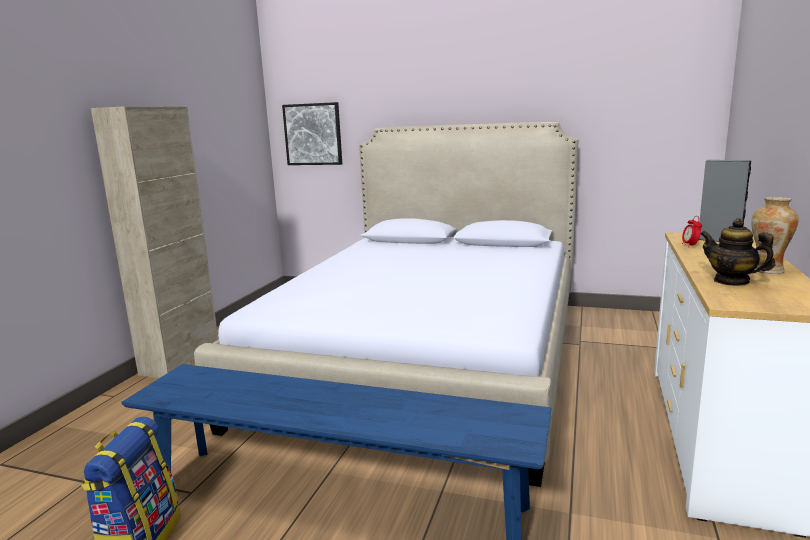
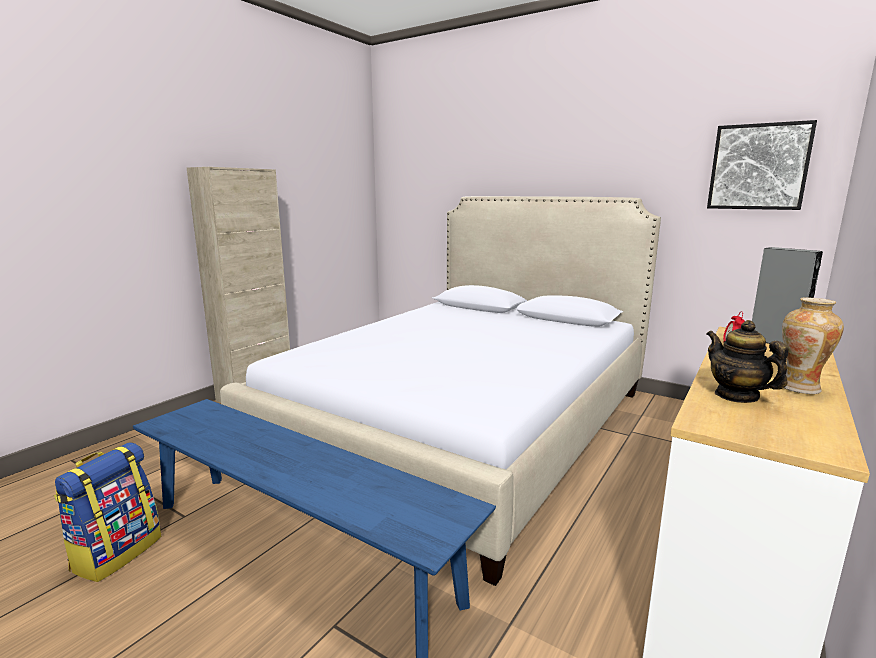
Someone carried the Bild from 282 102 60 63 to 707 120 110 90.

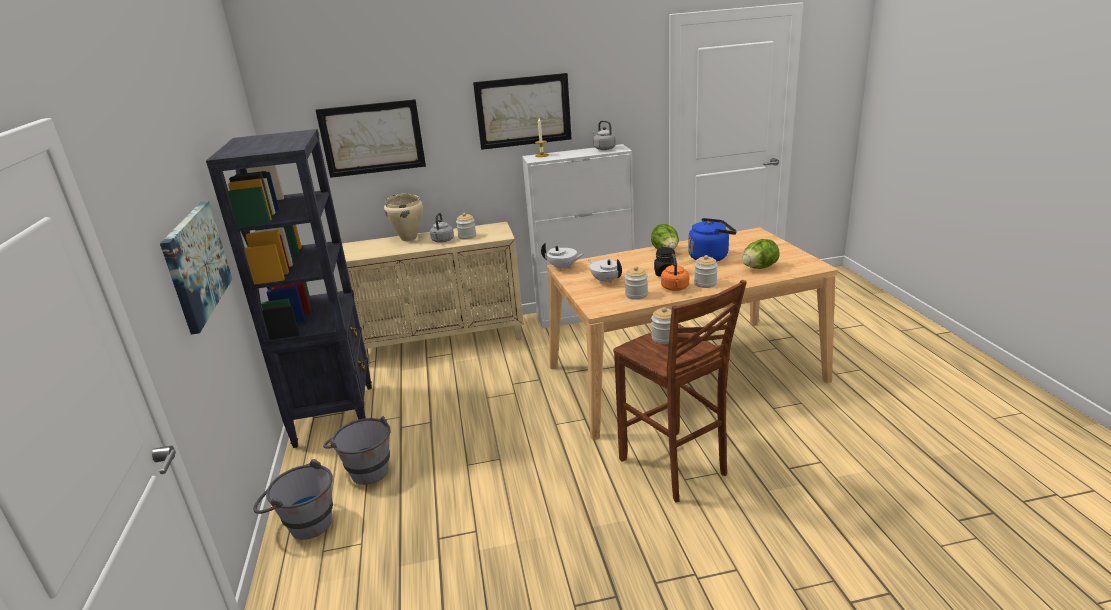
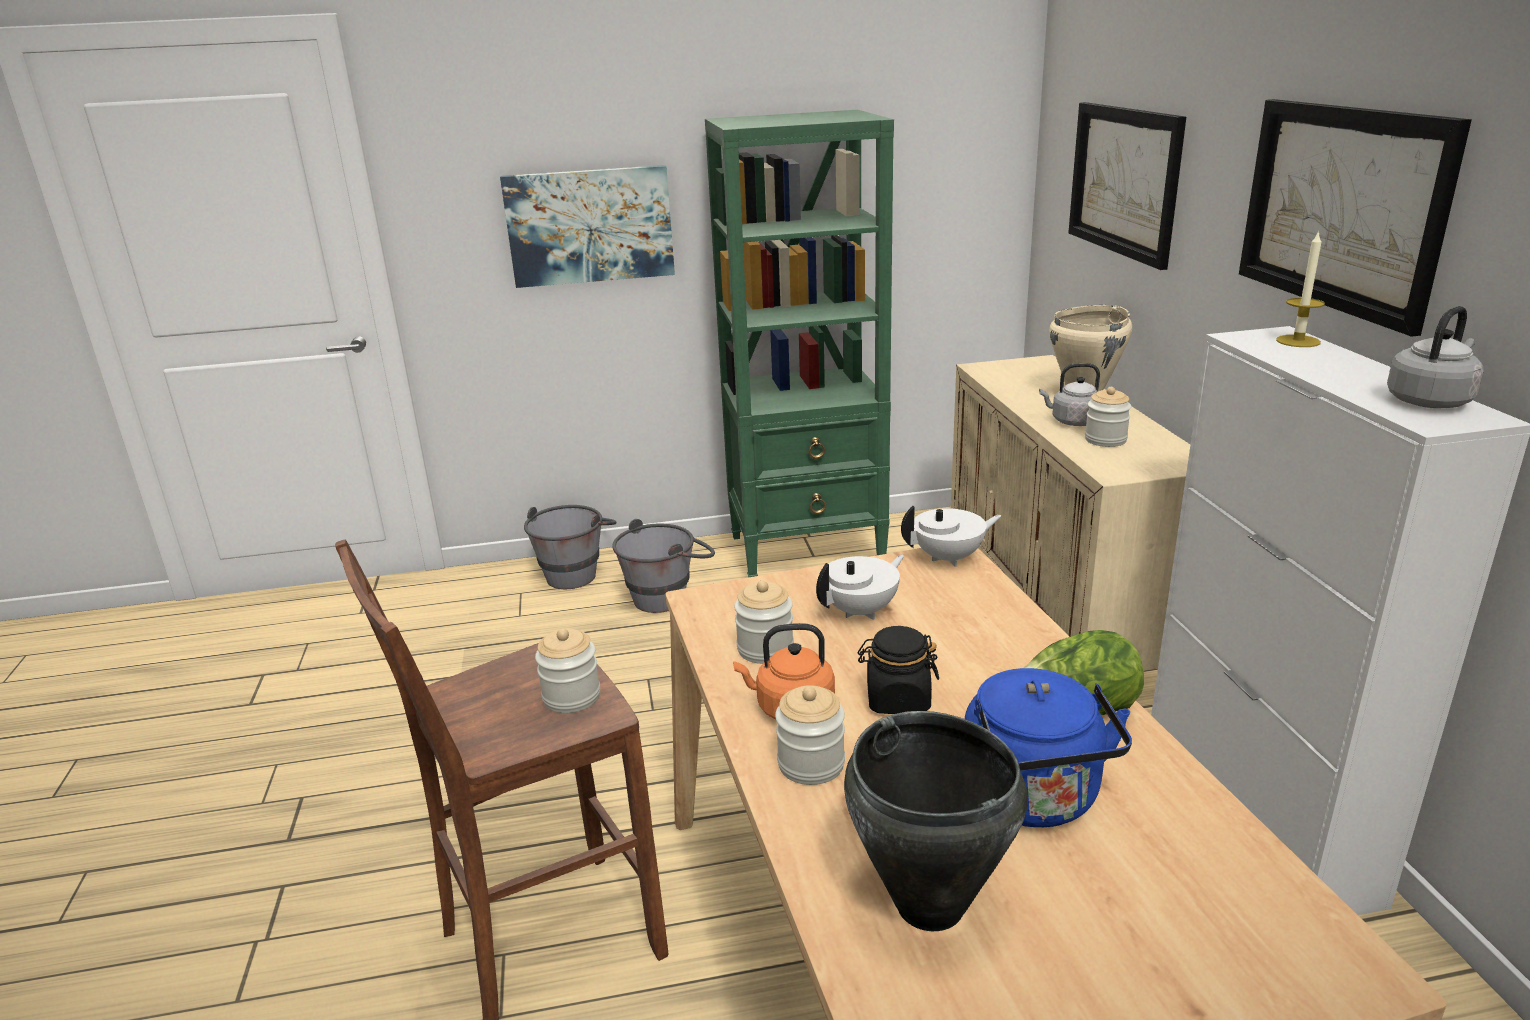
Someone swapped the Salatkopf at 742 239 38 30 for the Kochtopf/schwarz at 844 711 184 220.
Someone repainted the Bücherregal/schwarz at 206 129 166 319, which became the Bücherregal/grün at 705 110 189 467.
Someone rotated the Teekanne/weiß at 541 242 44 28 by 120 degrees counterclockwise.

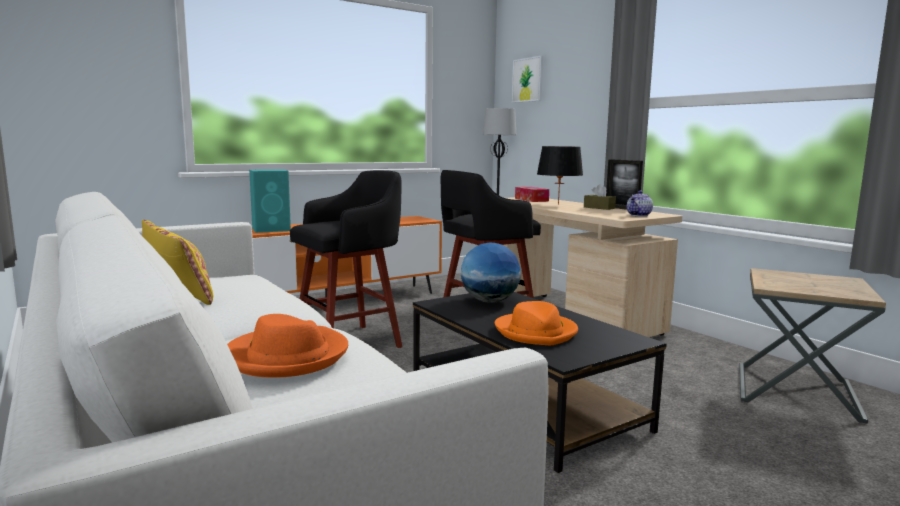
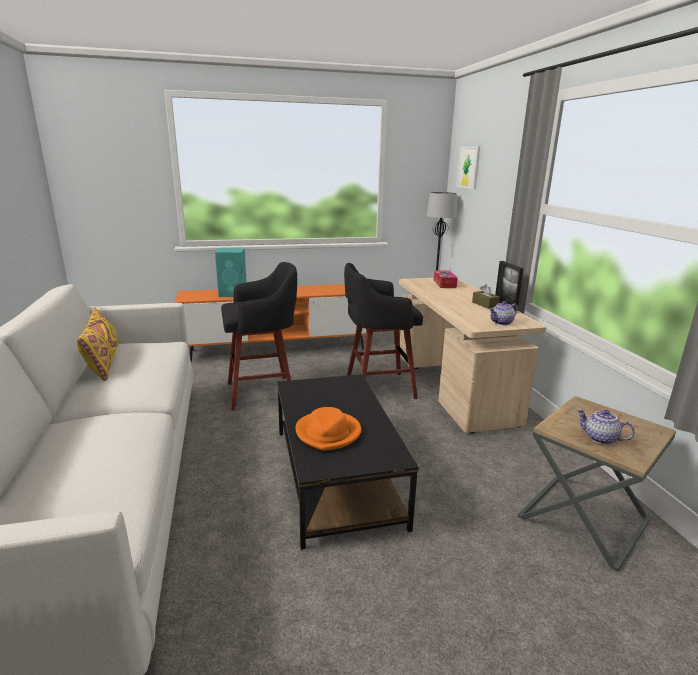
Someone took away the Hut/orange at 227 314 121 64.
Someone took away the Globus at 461 243 60 60.
Someone took away the Tischlampe/schwarz at 537 146 46 59.
Someone put down the Teekanne at 576 409 59 35.

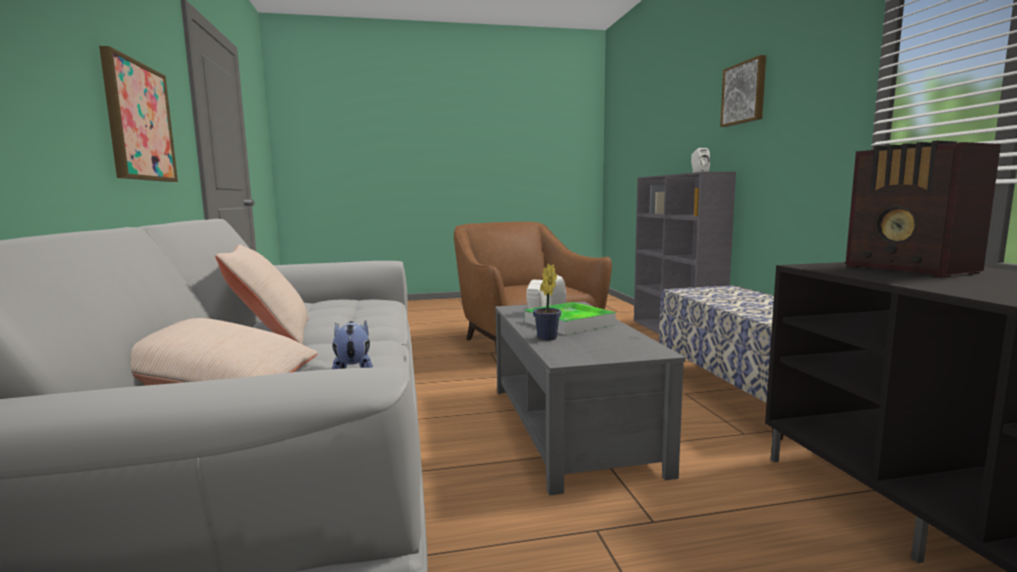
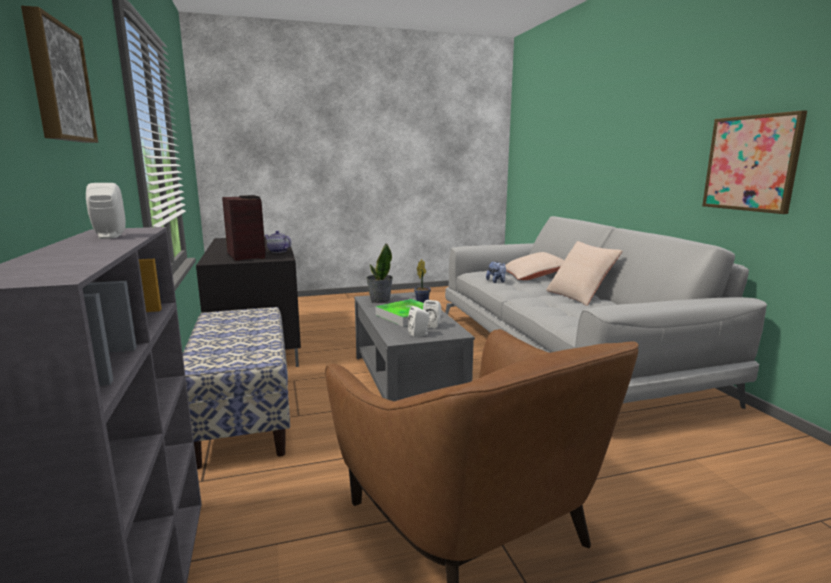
Someone put down the Teekanne at 265 231 26 22.
Someone put down the Topfpflanze at 366 244 27 59.

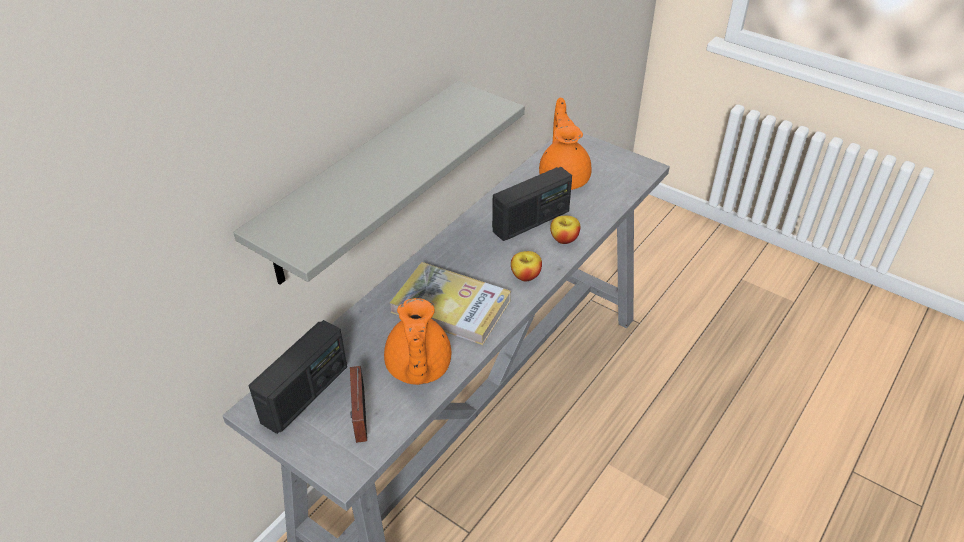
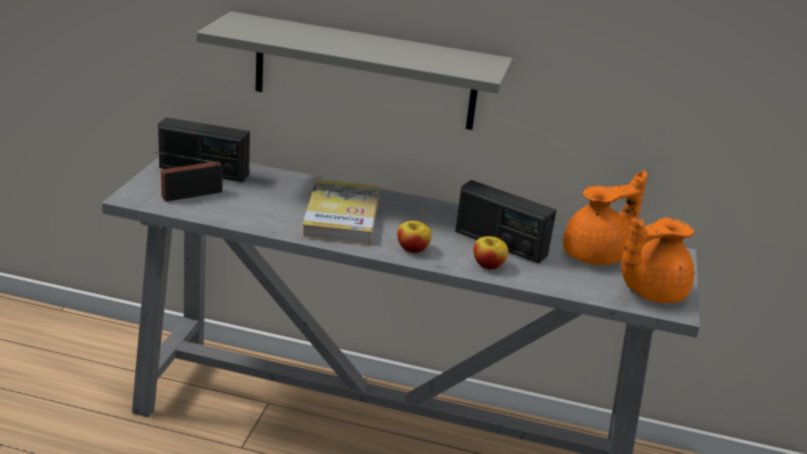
Someone carried the Teekanne/orange from 384 298 67 87 to 621 218 73 85.

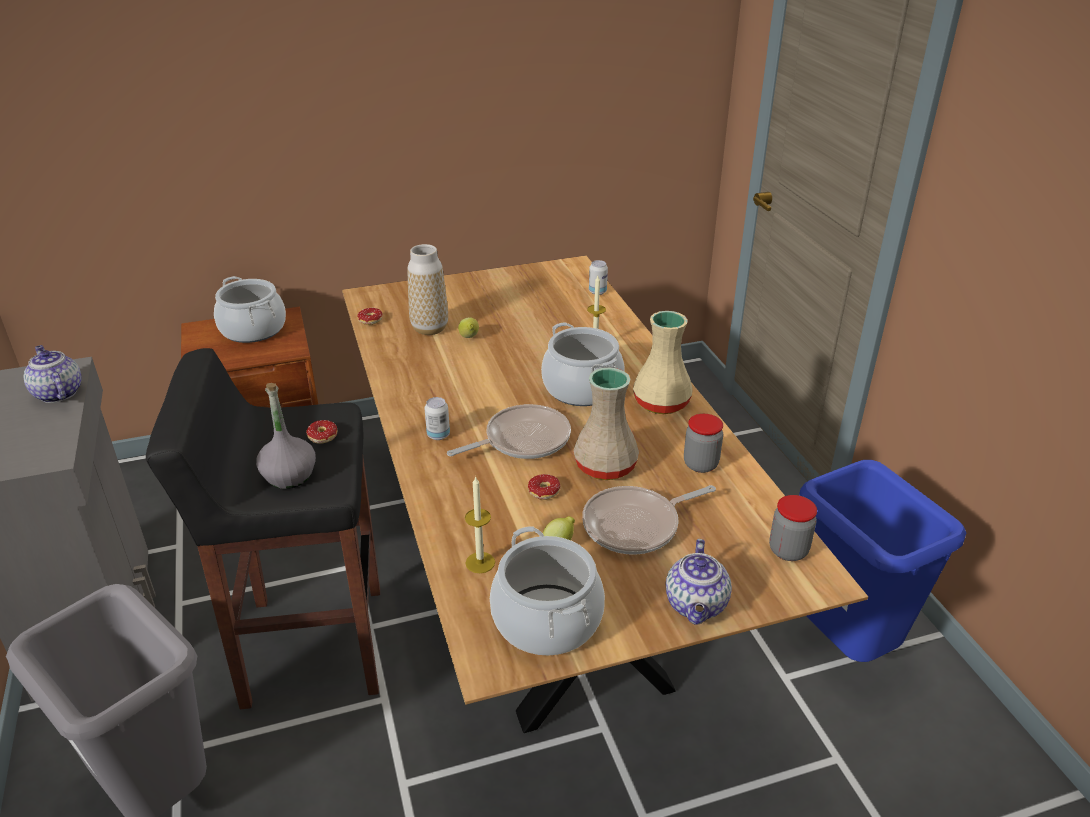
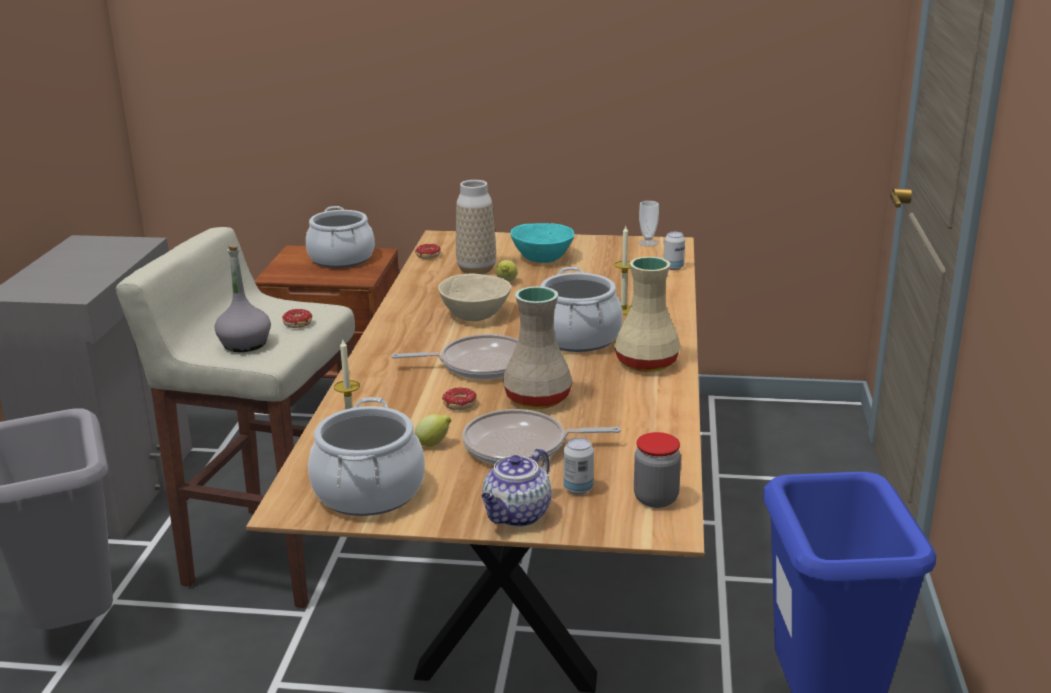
Someone took away the Teekanne at 24 345 57 58.
Someone took away the Vorratsglas at 684 414 39 59.
Someone put down the Schüssel/beige at 438 274 73 47.
Someone put down the Schüssel/türkis at 511 223 63 40.
Someone put down the Tasse at 638 201 21 46.
Someone carried the Dose from 424 397 26 43 to 563 437 31 57.
Someone repainted the Hocker/schwarz at 146 348 234 361, which became the Hocker/beige at 116 227 239 381.

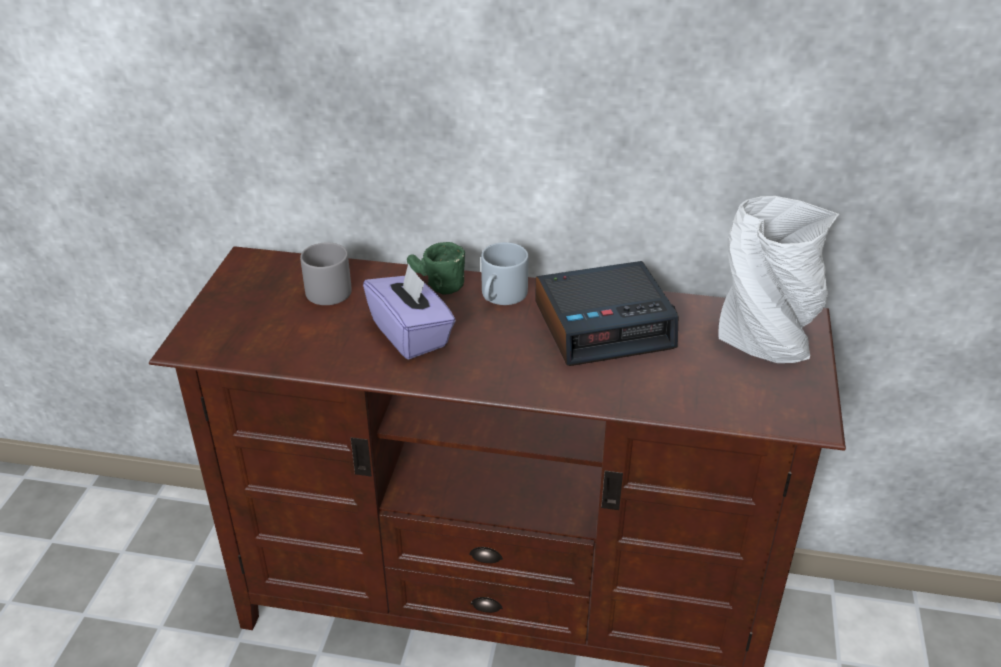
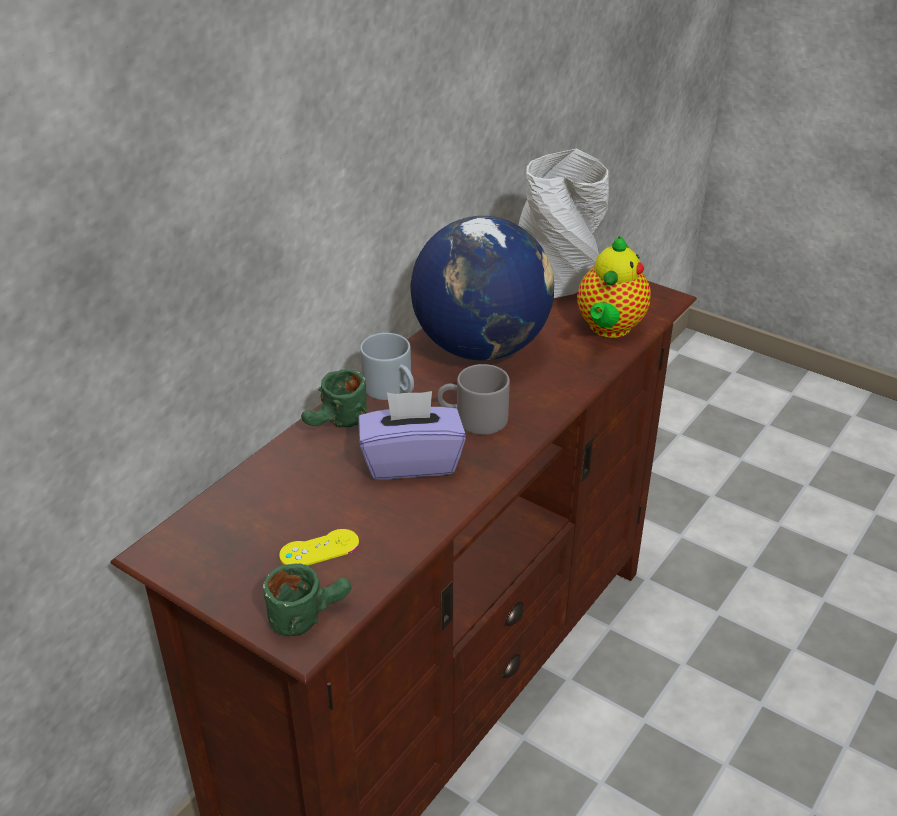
Someone put down the Henkelbecher/grün at 263 563 89 73.
Someone put down the Gamepad/gelb at 279 529 80 36.
Someone put down the Teekanne at 577 236 74 102.
Someone carried the Henkelbecher/grau from 300 242 52 63 to 437 364 73 71.
Someone swapped the Wecker at 535 261 143 105 for the Globus at 410 216 144 145.

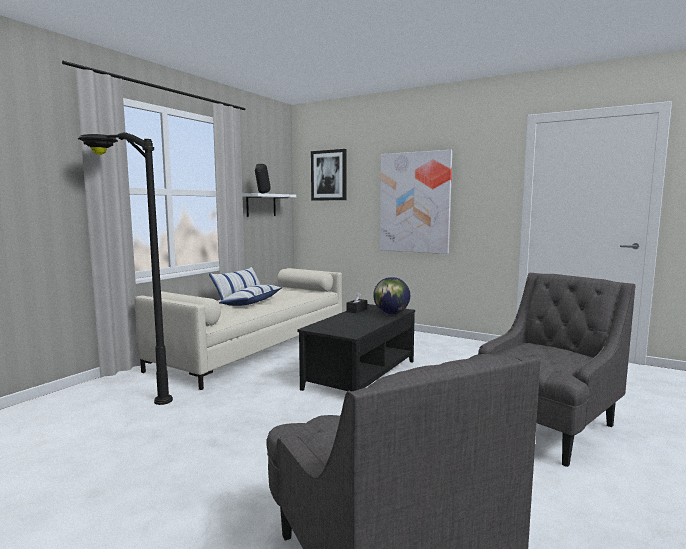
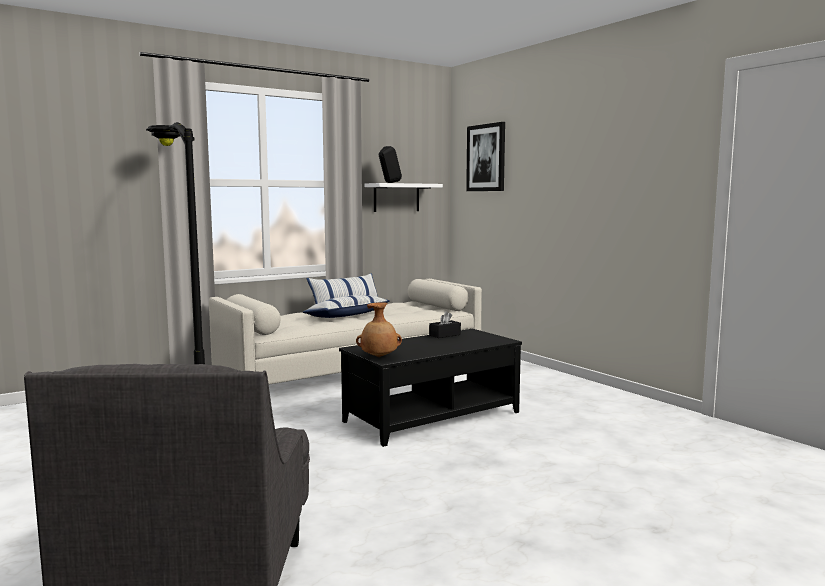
Someone took away the Globus at 373 277 37 37.
Someone took away the Bild at 380 150 72 104.
Someone took away the Sessel/grau at 468 273 168 194.
Someone put down the Vase/braun at 356 302 46 55.

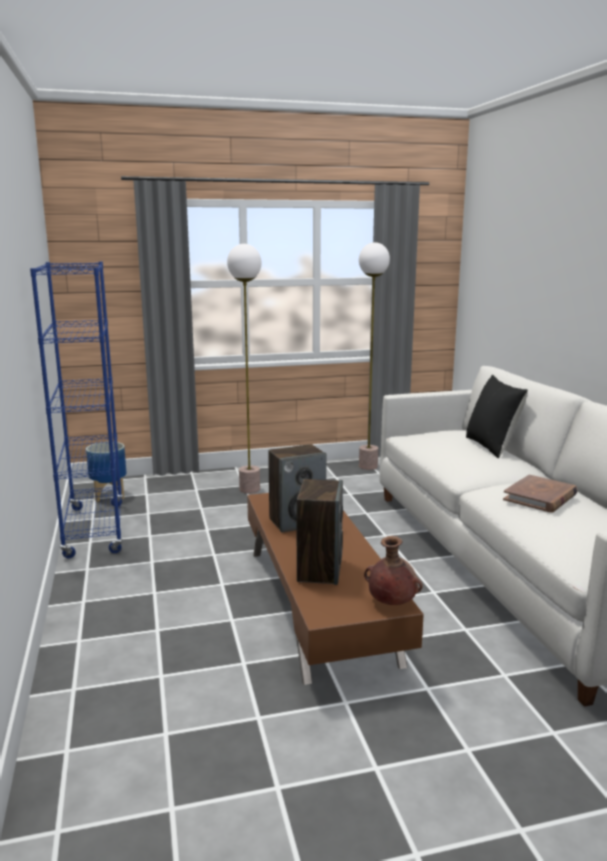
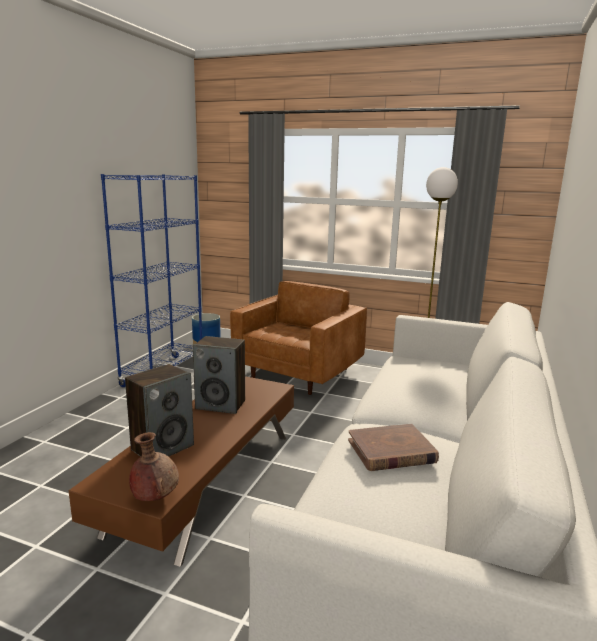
Someone took away the Kissen/schwarz at 466 375 62 83.
Someone swapped the Stehlampe at 227 244 35 250 for the Sessel/braun at 230 281 137 114.

